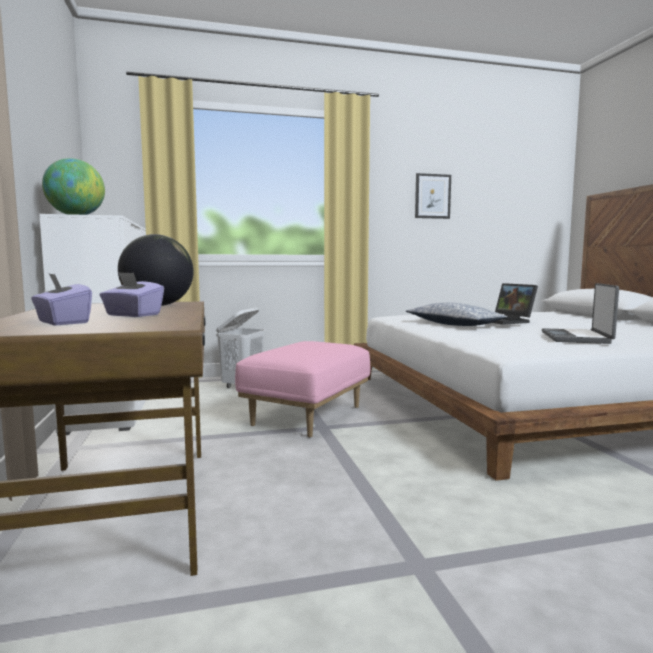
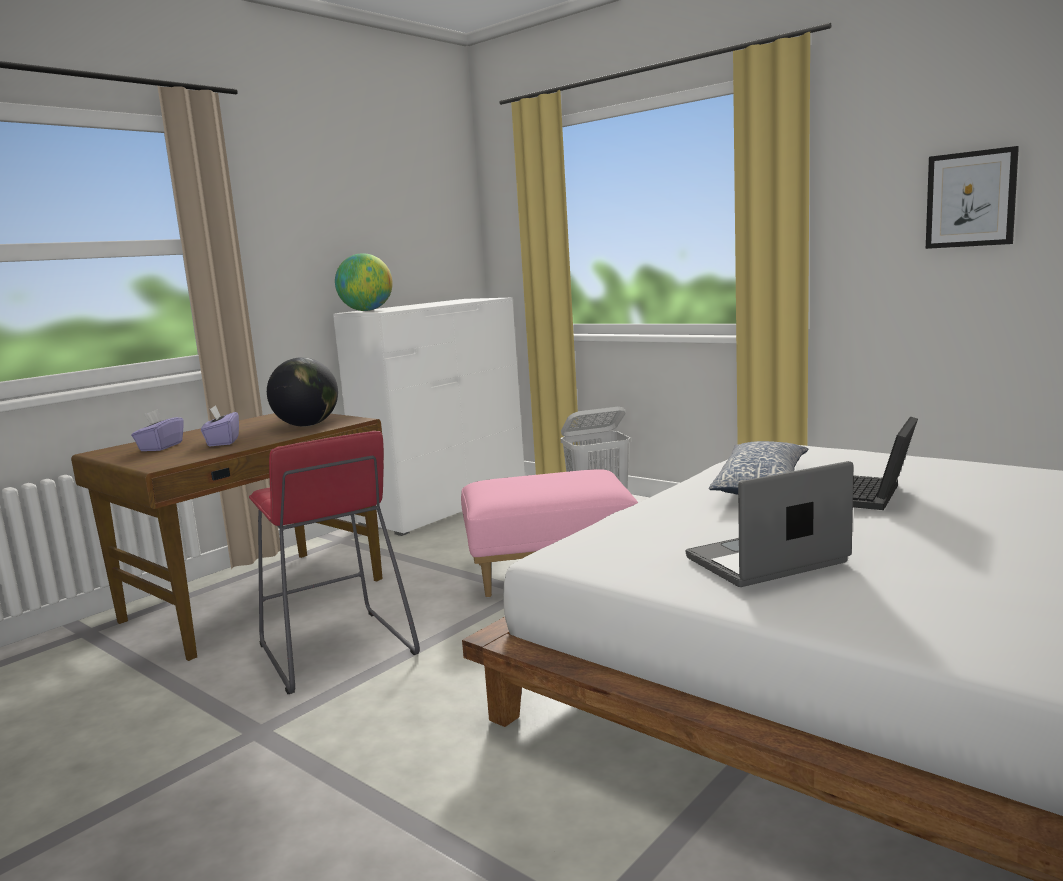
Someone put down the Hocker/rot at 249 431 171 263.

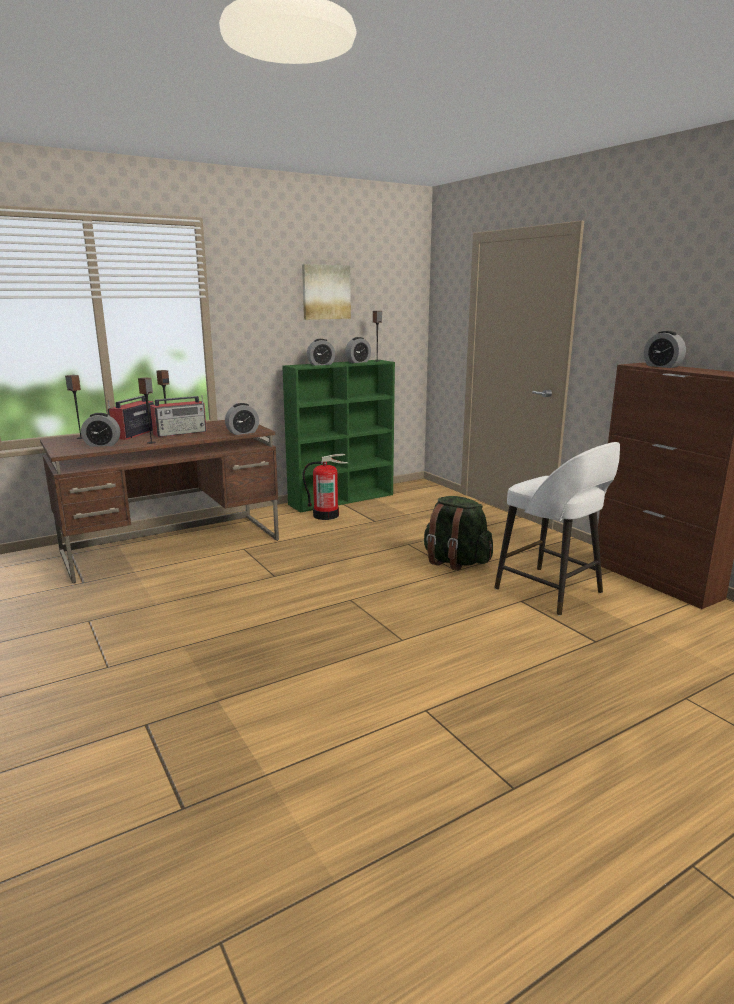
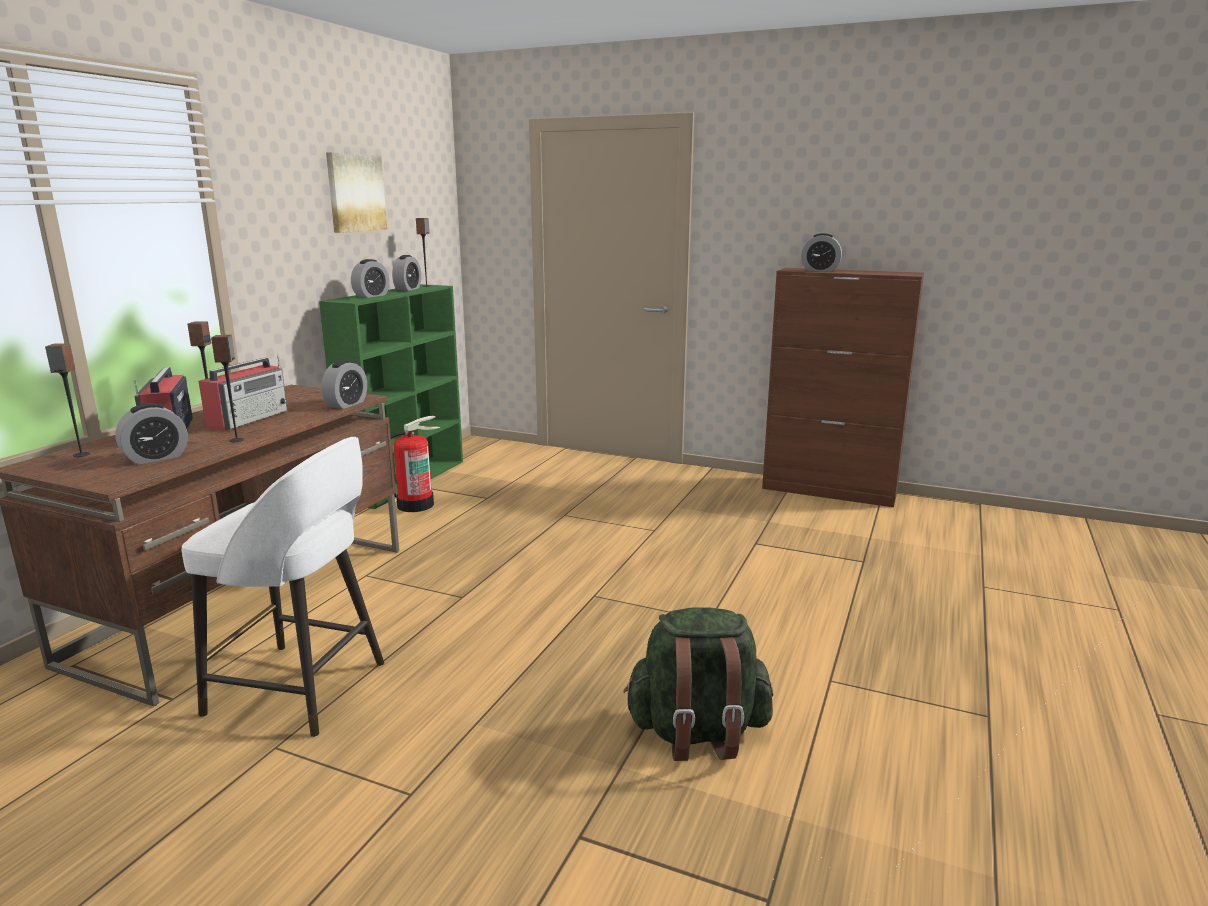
Someone carried the Rucksack/grün from 424 496 69 74 to 623 608 150 153.
Someone carried the Hocker/weiß from 494 442 126 174 to 181 437 203 300.

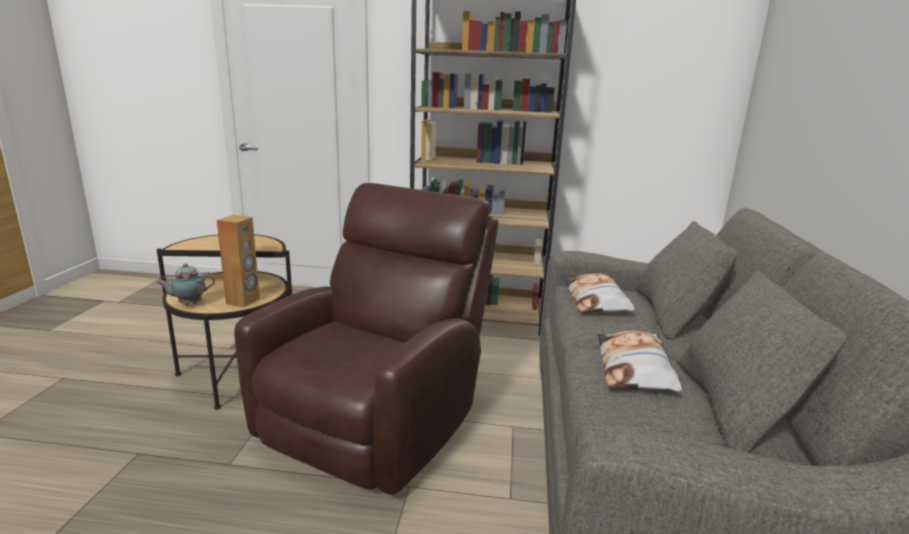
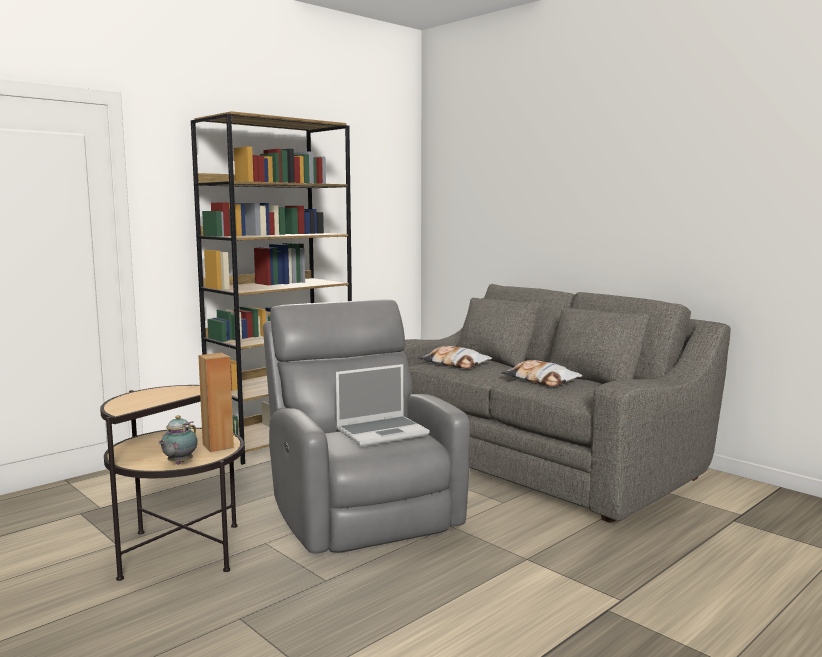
Someone put down the Laptop at 336 364 93 82.
Someone repainted the Sessel/braun at 234 183 265 312, which became the Sessel/grau at 263 299 207 254.

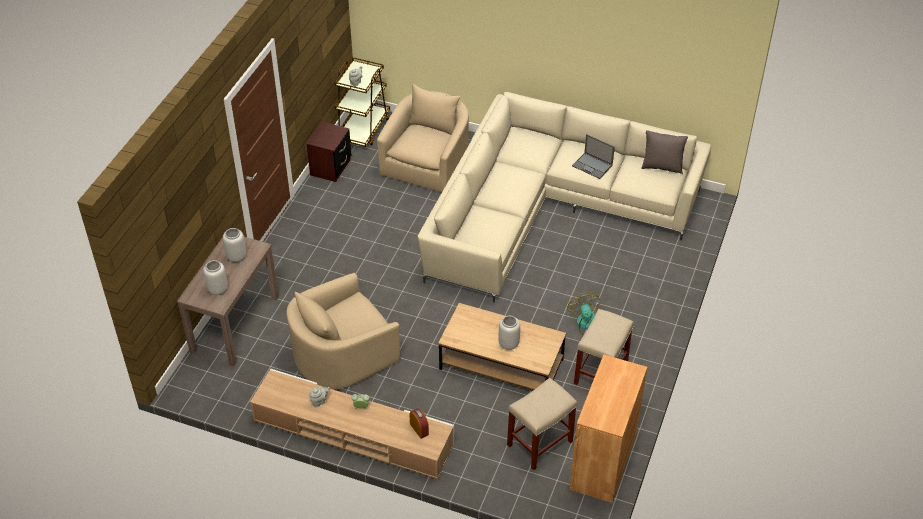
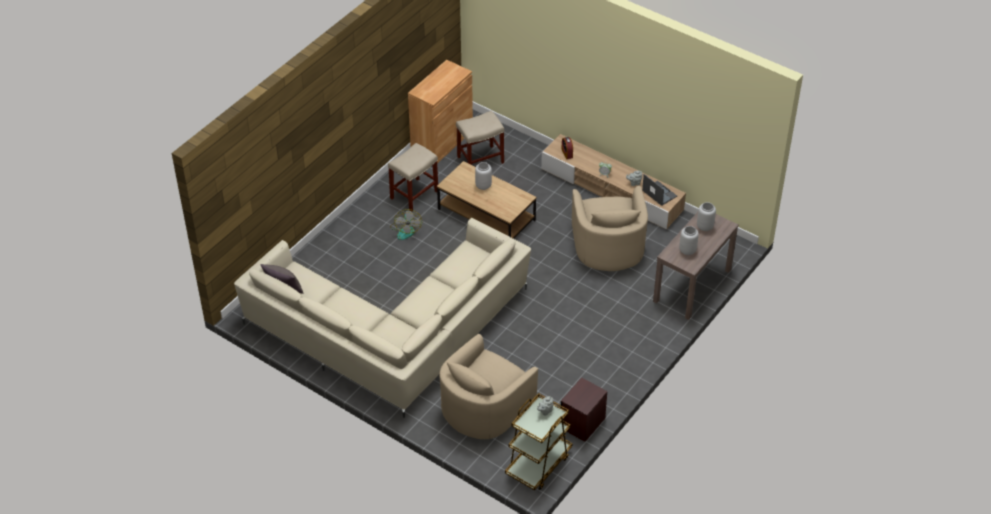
Someone carried the Laptop from 572 134 43 45 to 642 174 35 32.
Someone rotated the Sessel/beige at 286 273 114 117 by 105 degrees clockwise.

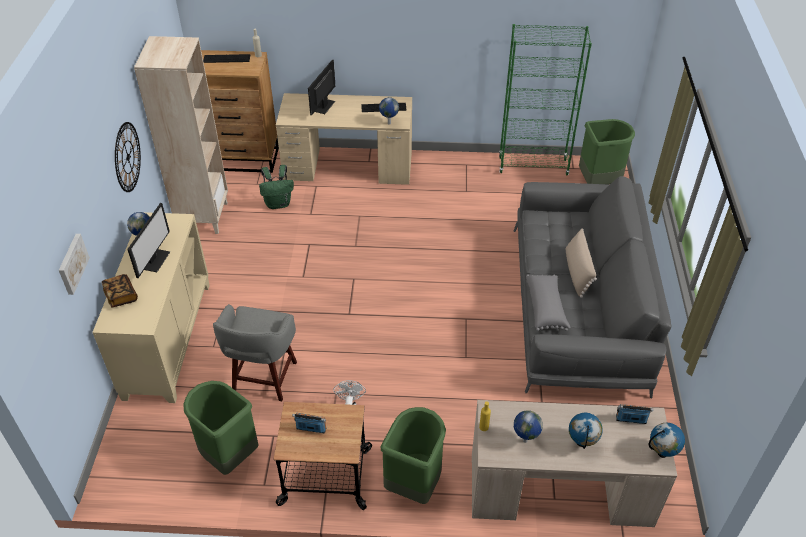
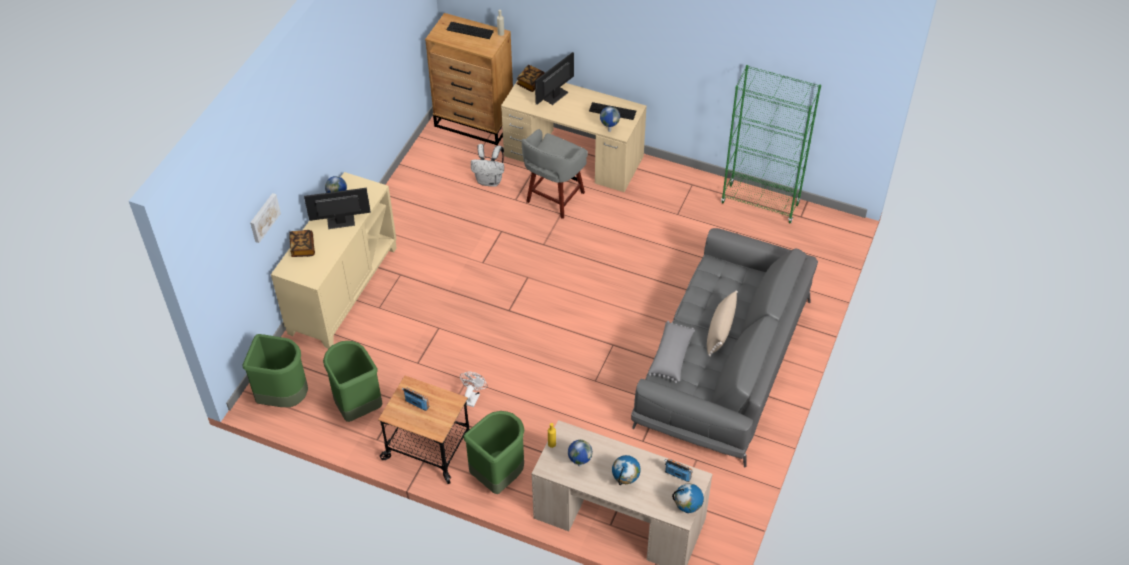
Someone took away the Wanduhr at 115 122 26 70.
Someone took away the Bücherregal/beige at 134 36 94 198.
Someone put down the Buch at 516 65 28 27.
Someone carried the Hocker/grau from 213 304 84 97 to 522 129 66 90.
Someone carried the Mülleimer/grün from 579 119 56 65 to 242 334 66 73.
Someone repainted the Rucksack/grün at 259 165 35 44, which became the Rucksack/weiß at 471 144 33 43.
Someone rotated the Monitor at 127 203 43 75 by 135 degrees counterclockwise.

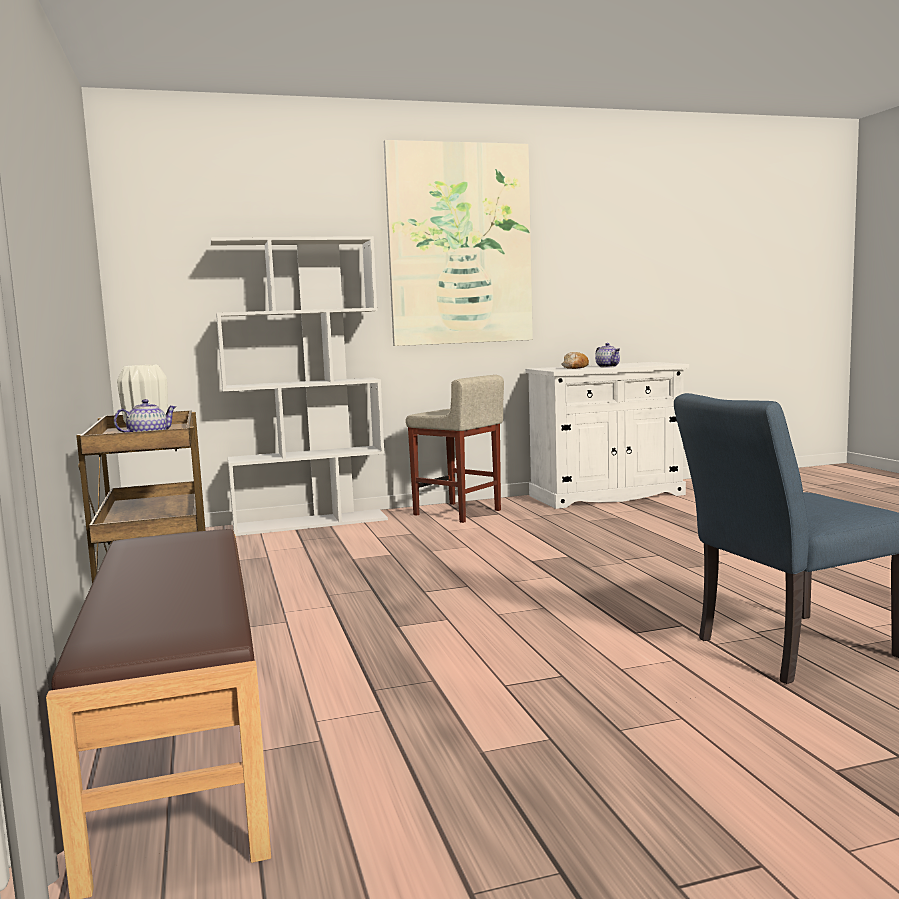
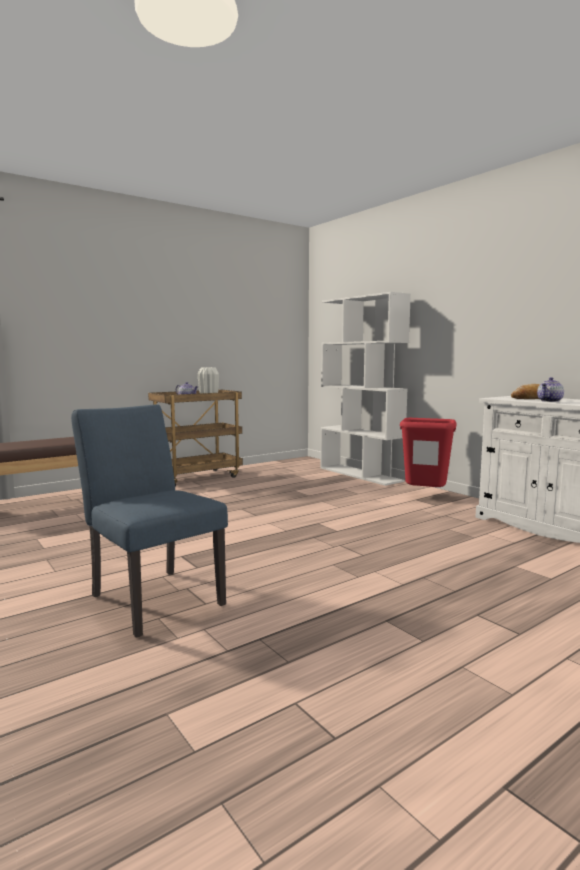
Someone took away the Bild at 384 140 149 206.
Someone swapped the Hocker/beige at 405 375 99 148 for the Mülleimer/rot at 400 418 57 69.

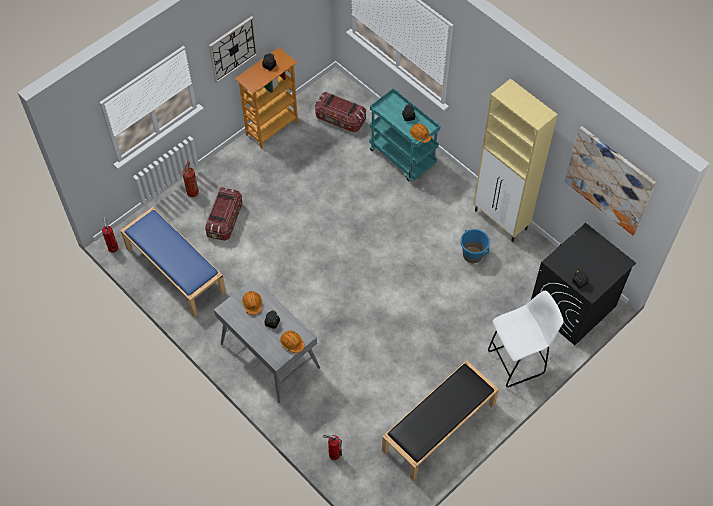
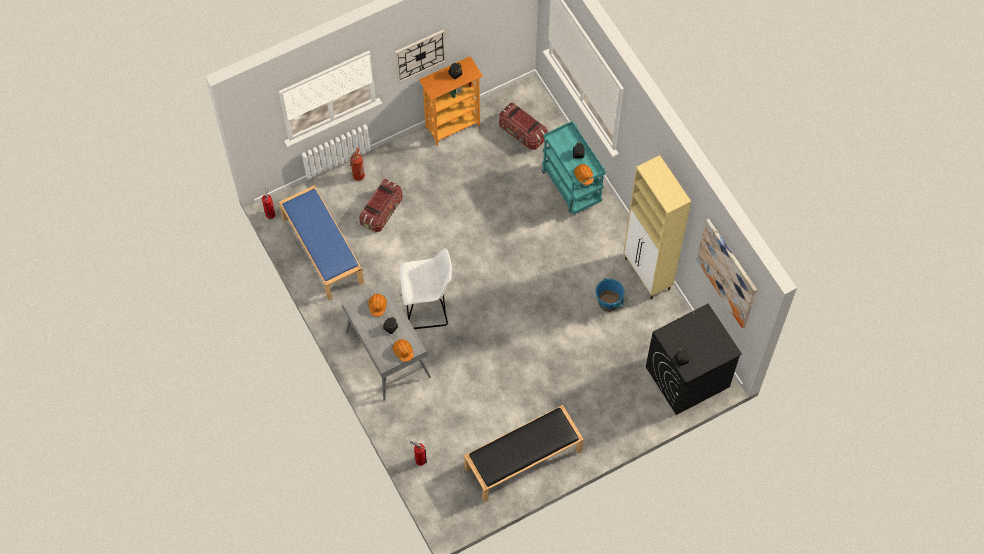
Someone carried the Hocker/weiß from 488 291 75 97 to 400 249 52 80.

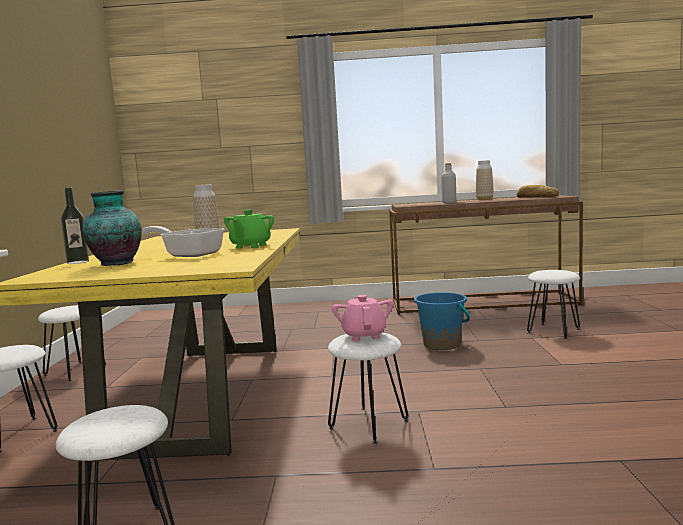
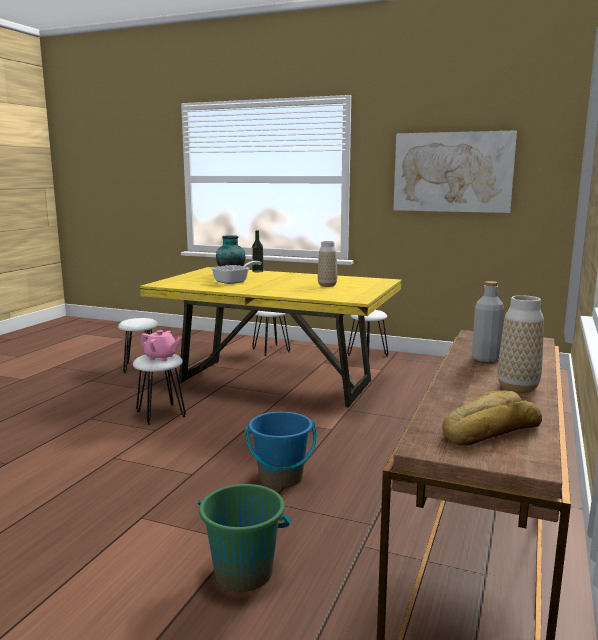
Someone took away the Teekanne/grün at 224 209 50 39.
Someone put up the Bild at 393 130 124 83.
Someone swapped the Hocker/weiß at 527 270 53 69 for the Eimer/grün at 198 484 92 108.

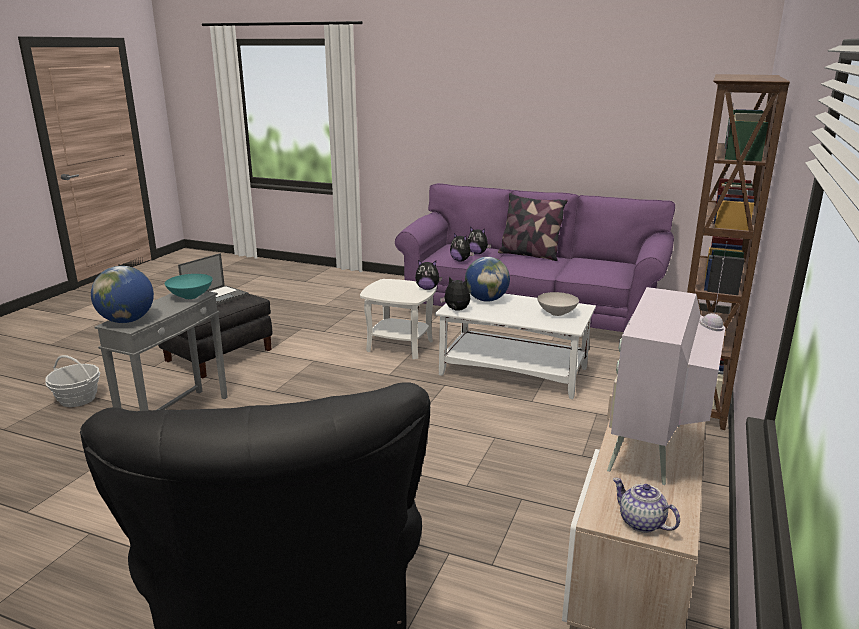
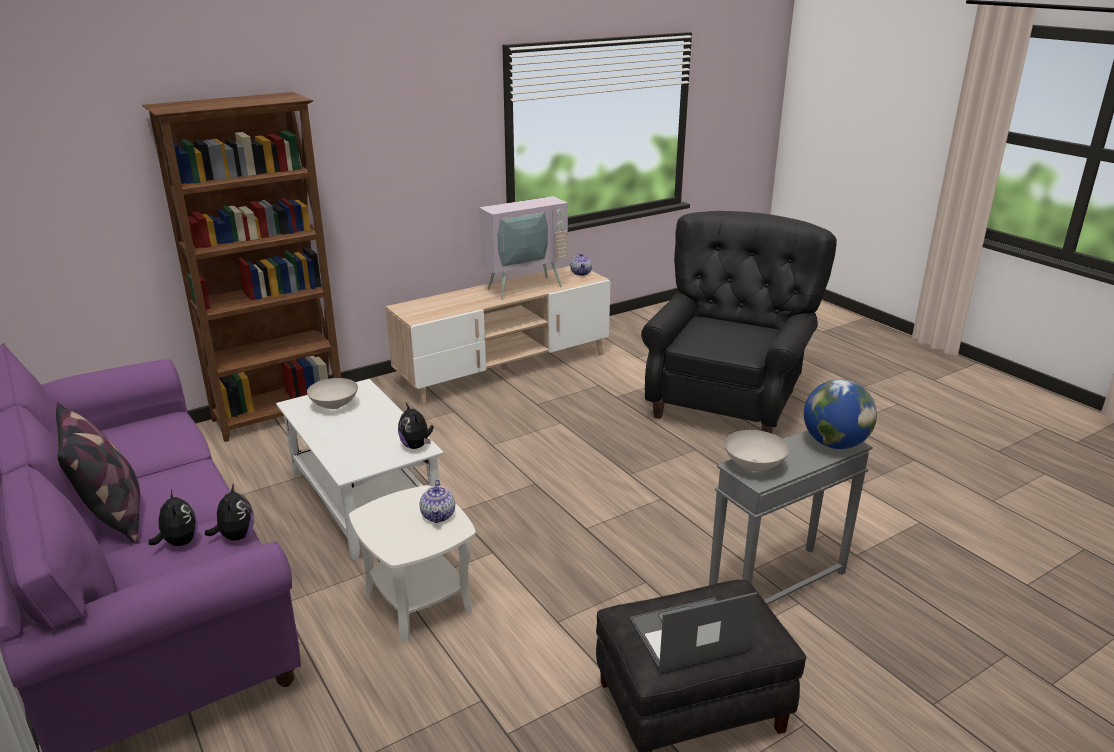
Someone took away the Korb at 45 355 55 52.
Someone took away the Plüschtier at 415 260 27 30.
Someone took away the Globus at 465 257 45 45.
Someone put down the Teekanne at 420 480 35 43.
Someone repainted the Schüssel/türkis at 165 274 48 25, which became the Schüssel/weiß at 724 430 65 41.

